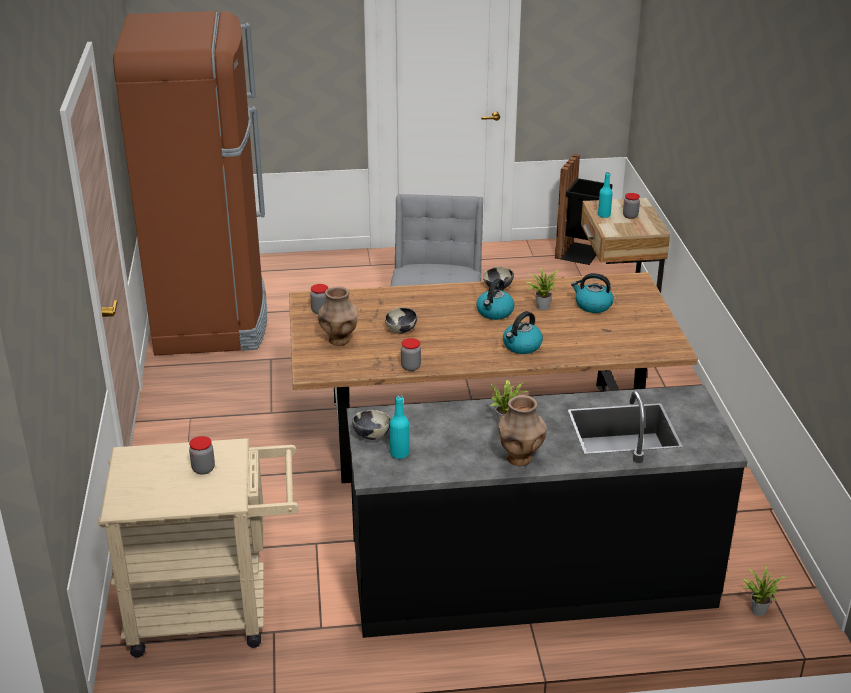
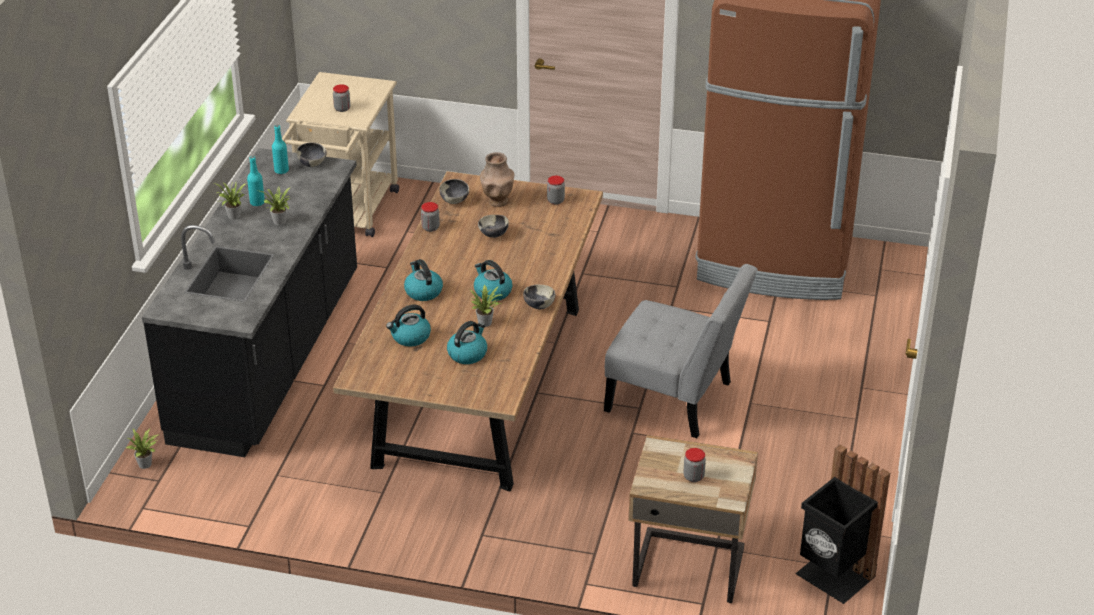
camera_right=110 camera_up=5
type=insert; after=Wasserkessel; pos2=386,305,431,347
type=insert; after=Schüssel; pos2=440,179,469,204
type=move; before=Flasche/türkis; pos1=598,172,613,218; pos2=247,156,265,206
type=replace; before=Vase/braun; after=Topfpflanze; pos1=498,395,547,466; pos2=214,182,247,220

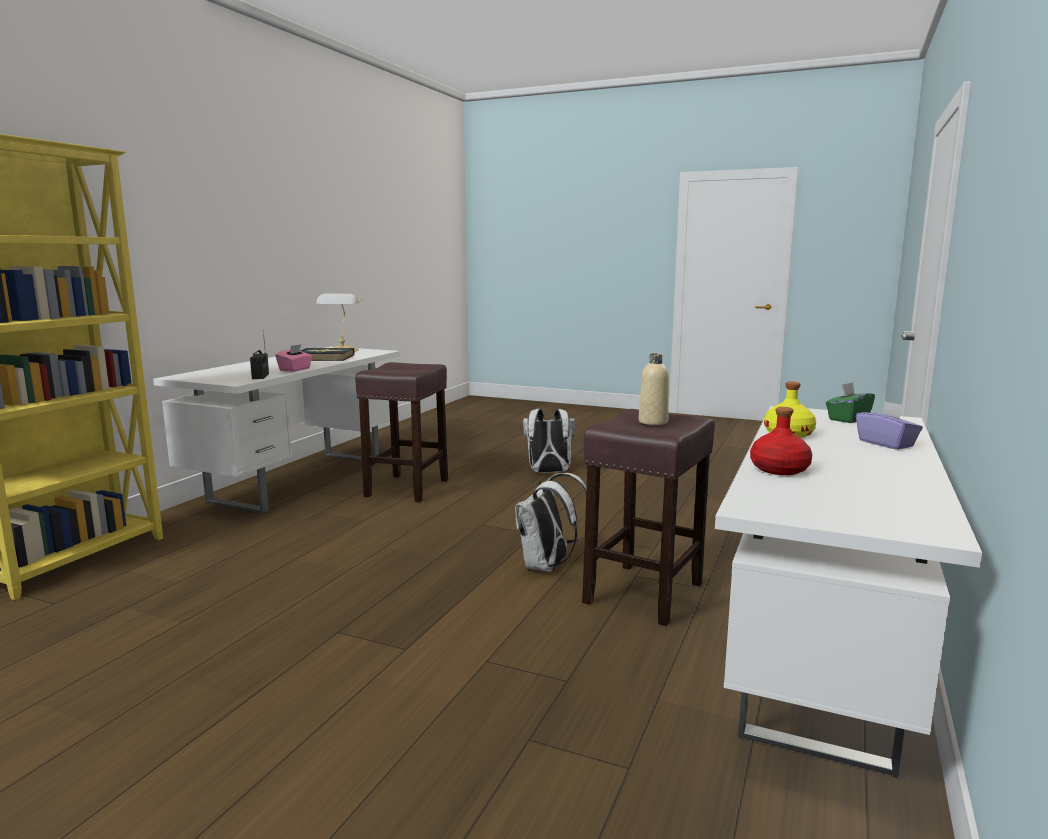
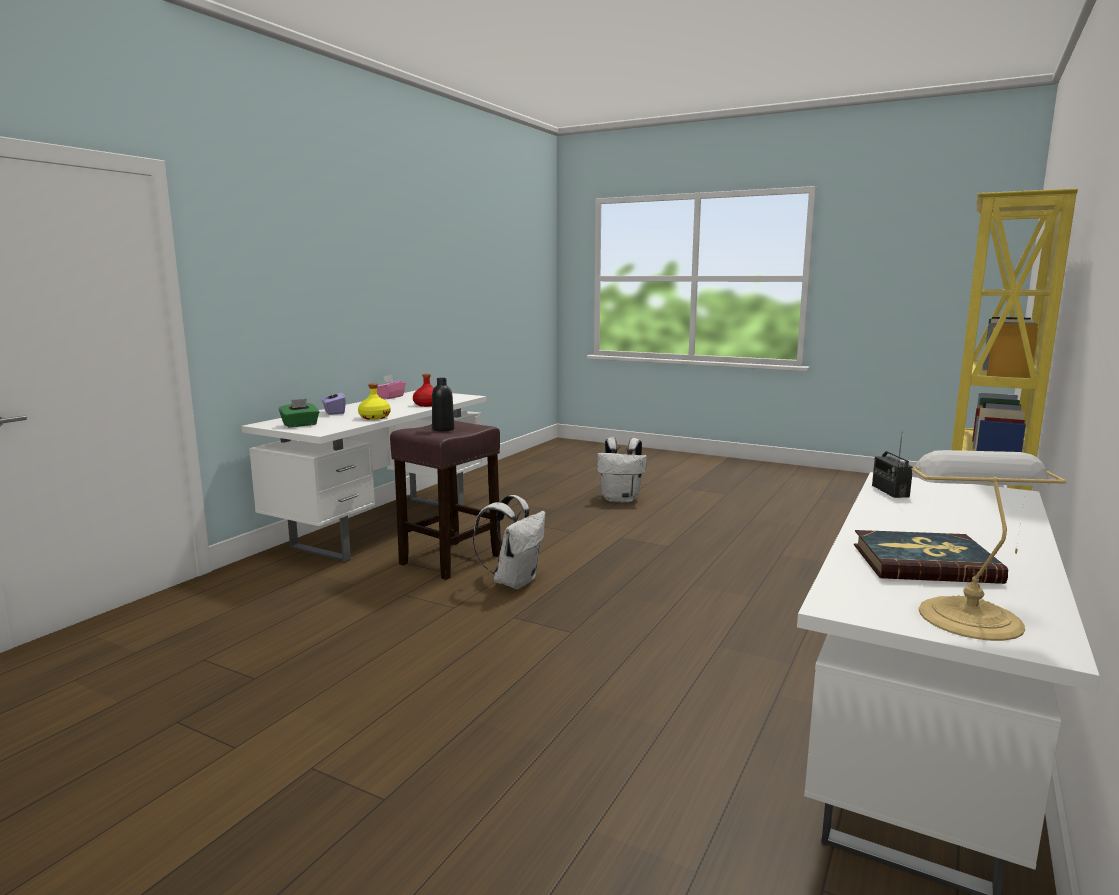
camera_right=-175 camera_up=0
type=delete; before=Hocker/braun; pos1=355,362,448,502
type=move; before=Taschentuchbox/rosa; pos1=275,344,313,372; pos2=377,375,405,399
type=move; before=Rucksack/weiß; pos1=523,409,575,473; pos2=597,437,647,503
type=recolor; before=Flasche/beige; after=Flasche/schwarz; pos1=639,353,669,425; pos2=432,378,455,432

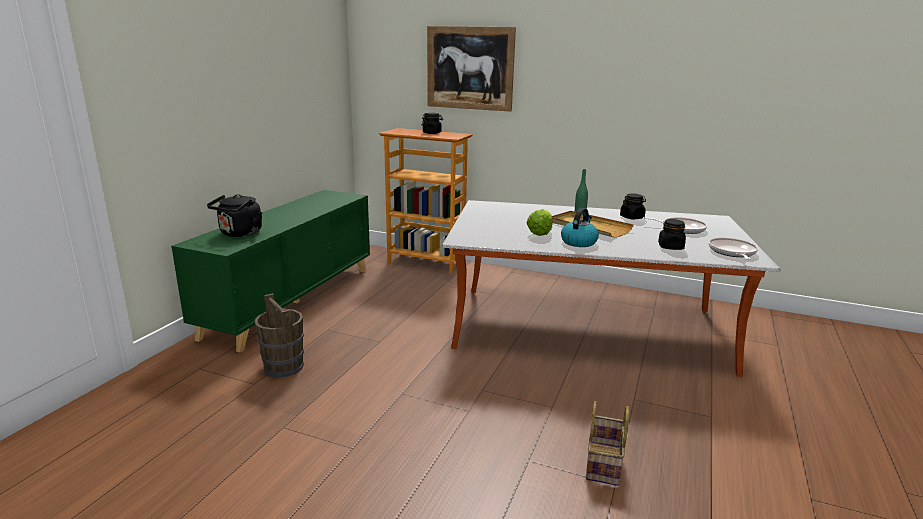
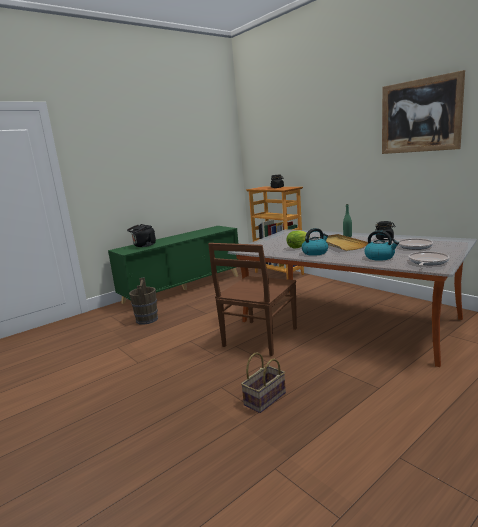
camera_right=30 camera_up=-5
type=insert; after=Stuhl/braun; pos2=208,243,297,356
type=move; before=Bild; pos1=427,26,516,112; pos2=382,70,465,154
type=replace; before=Vorratsglas/schwarz; after=Wasserkessel; pos1=658,219,686,250; pos2=364,230,399,261

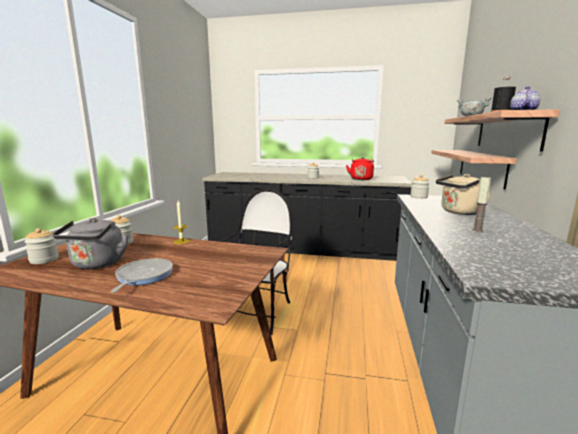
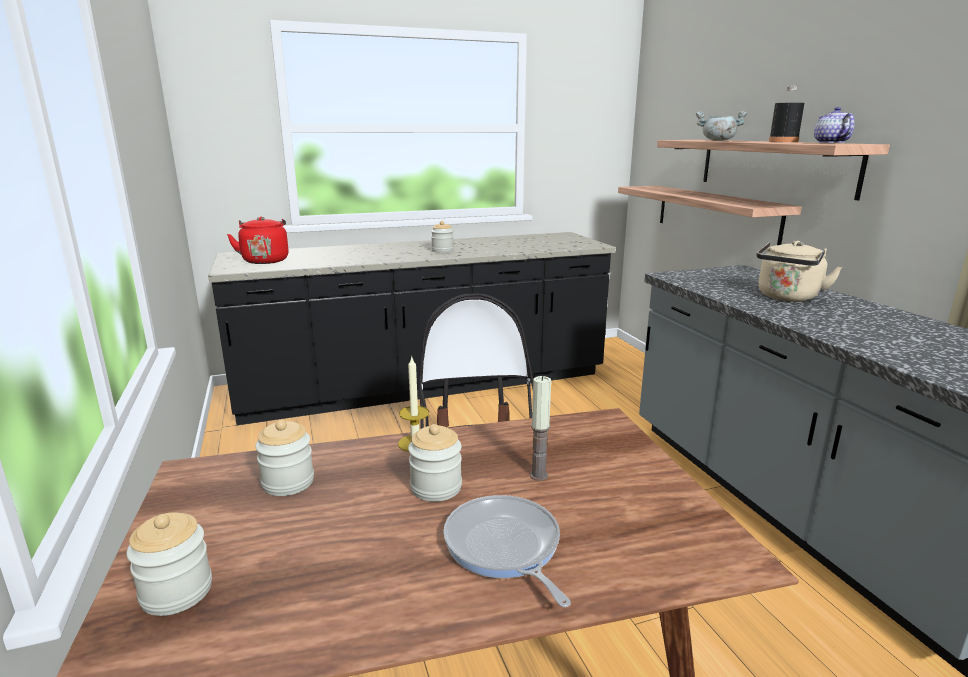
camera_right=-30 camera_up=5
type=delete; before=Wasserkessel/grau; pos1=53,218,129,269
type=move; before=Wasserkessel/rot; pos1=346,157,374,180; pos2=227,217,289,264
type=move; before=Vorratsglas; pos1=410,175,429,199; pos2=408,424,462,502
type=move; before=Kerze; pos1=473,176,491,232; pos2=530,376,551,481

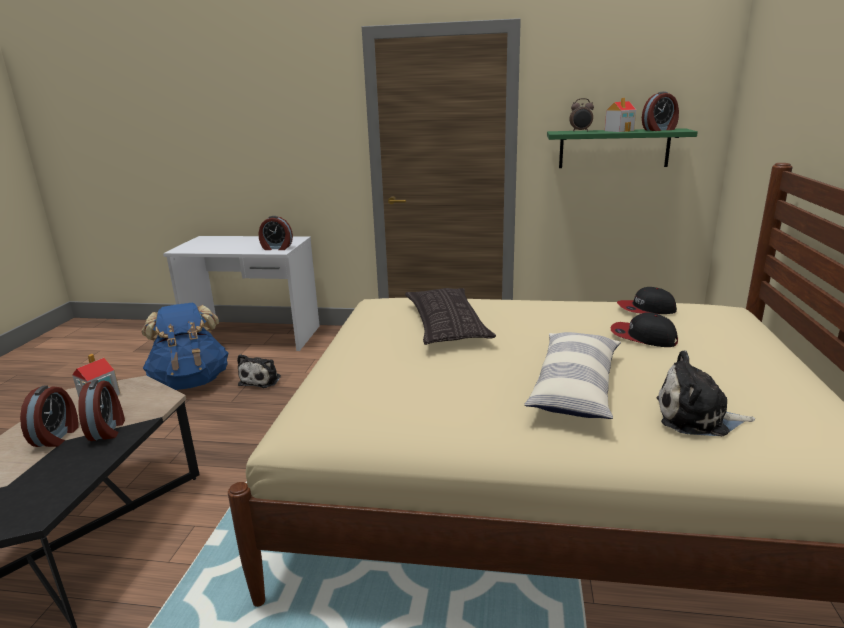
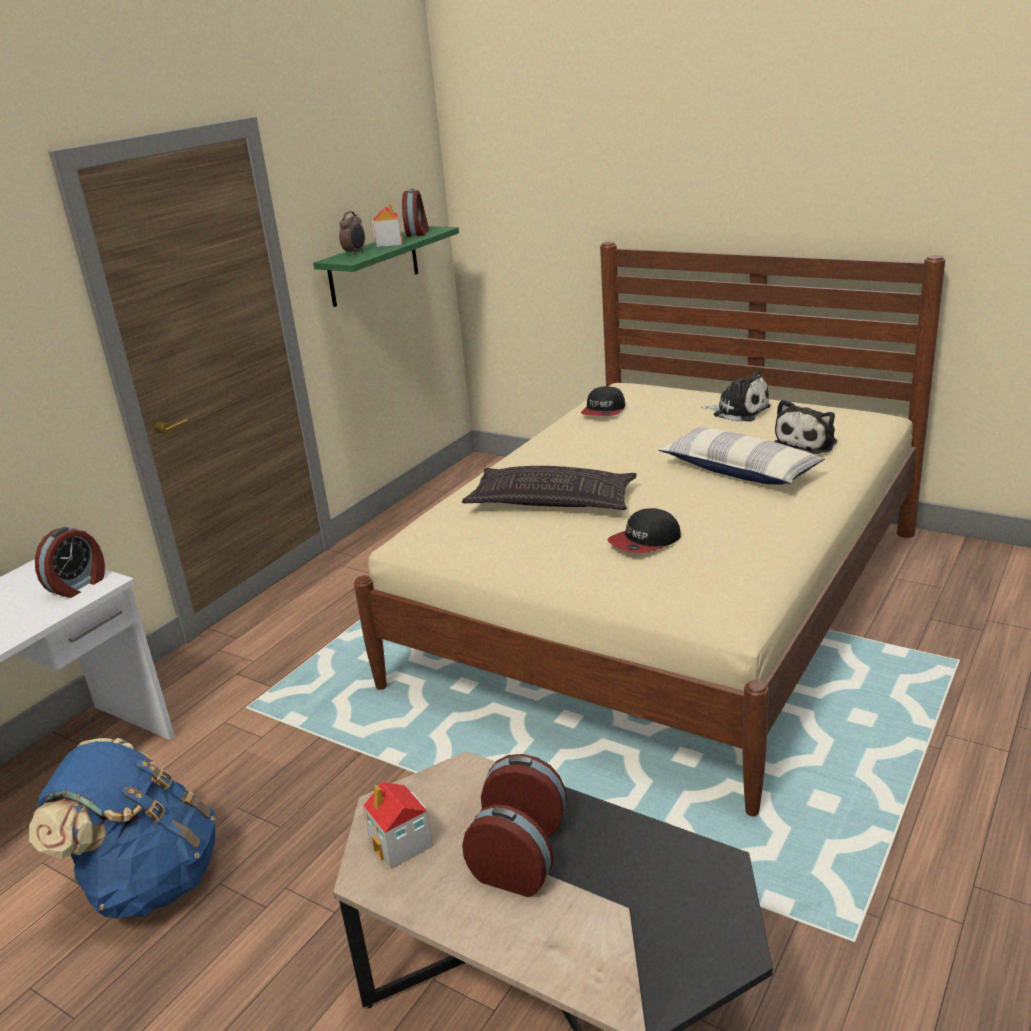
camera_right=-65 camera_up=5
type=move; before=Plüschtier; pos1=237,354,281,388; pos2=701,370,771,421
type=move; before=Kappe; pos1=611,312,678,347; pos2=607,508,681,554

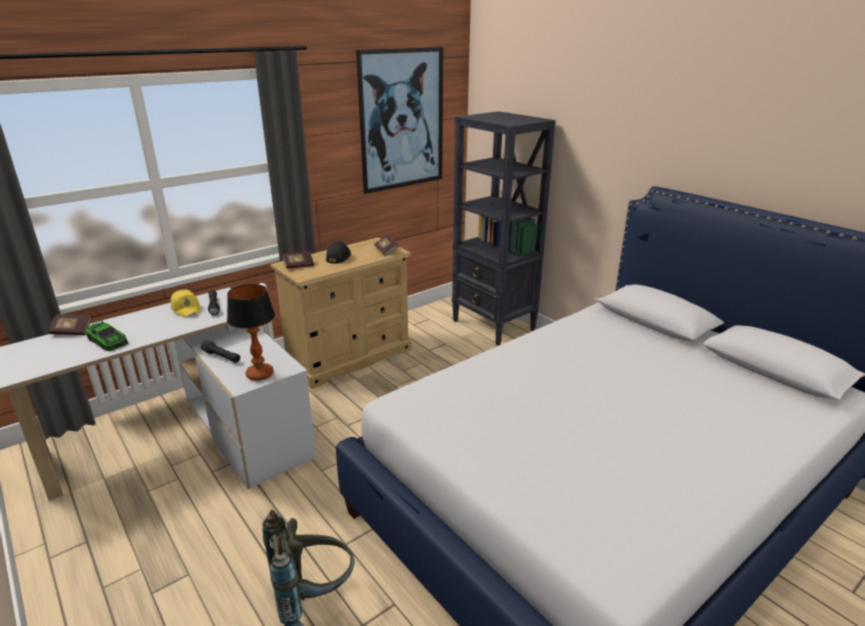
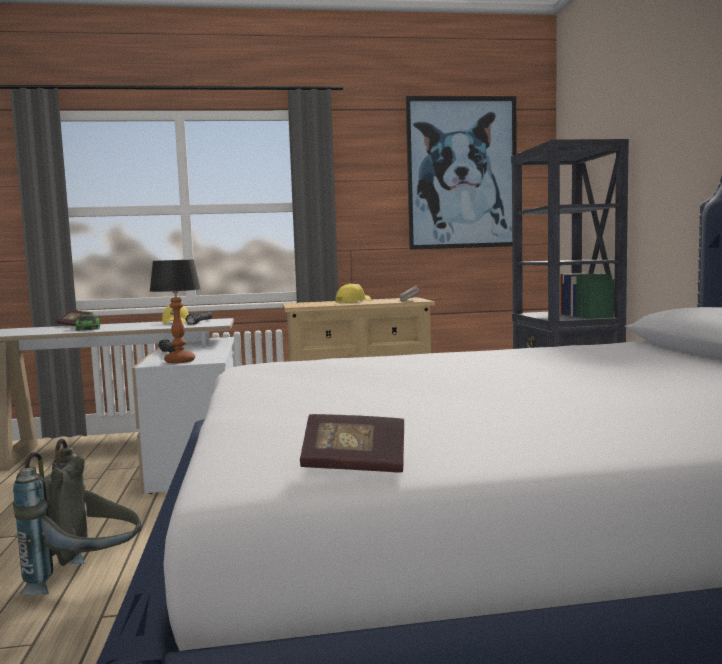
camera_right=30 camera_up=-20
type=move; before=Buch; pos1=282,251,314,269; pos2=300,414,404,473
type=recolor; before=Kappe/schwarz; after=Kappe/gelb; pos1=326,241,351,264; pos2=335,283,371,303

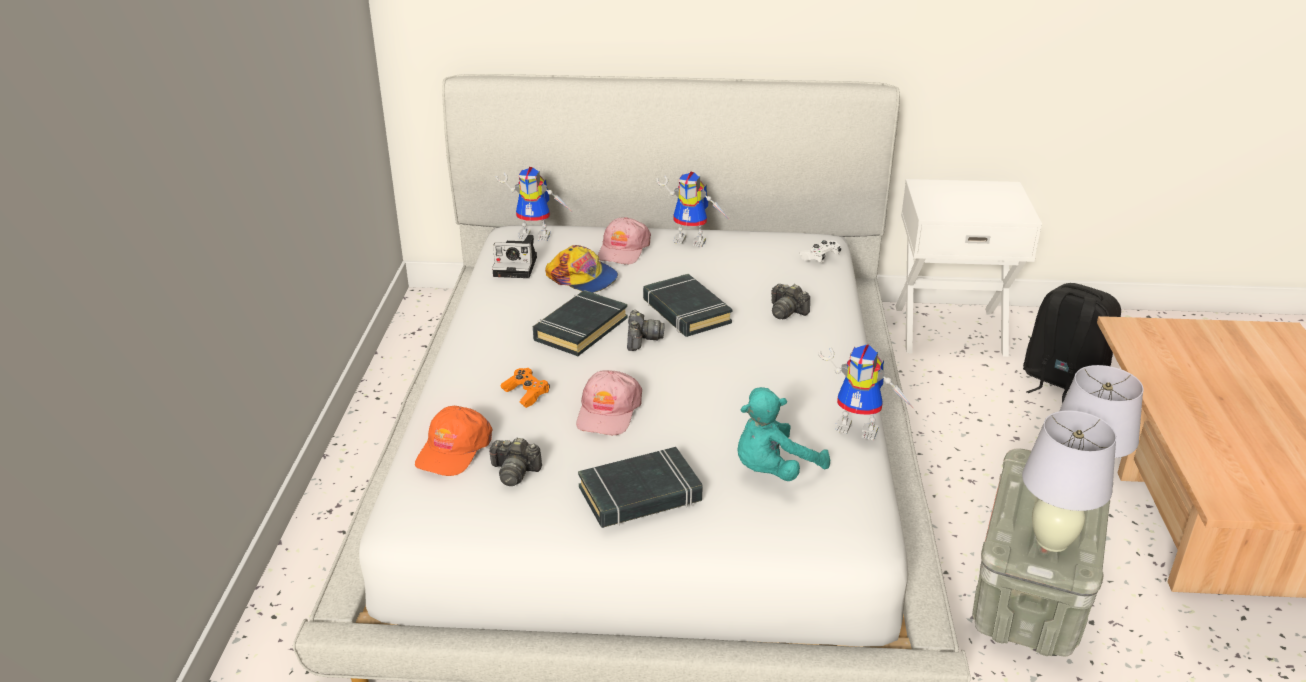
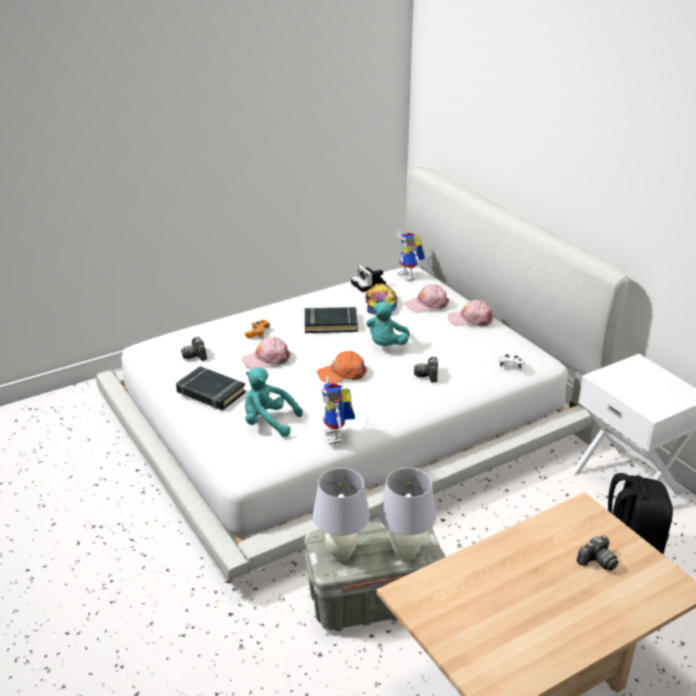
camera_right=55 camera_up=0
type=move; before=Kappe/orange; pos1=415,406,493,476; pos2=317,351,367,384
type=move; before=Kamera; pos1=627,310,665,351; pos2=576,535,618,571
type=replace; before=Buch/schwarz; after=Plüschtier/türkis; pos1=643,274,733,337; pos2=366,301,410,346
type=replace; before=Spielzeugroboter; after=Kappe/rosa; pos1=656,172,729,247; pos2=448,300,493,326

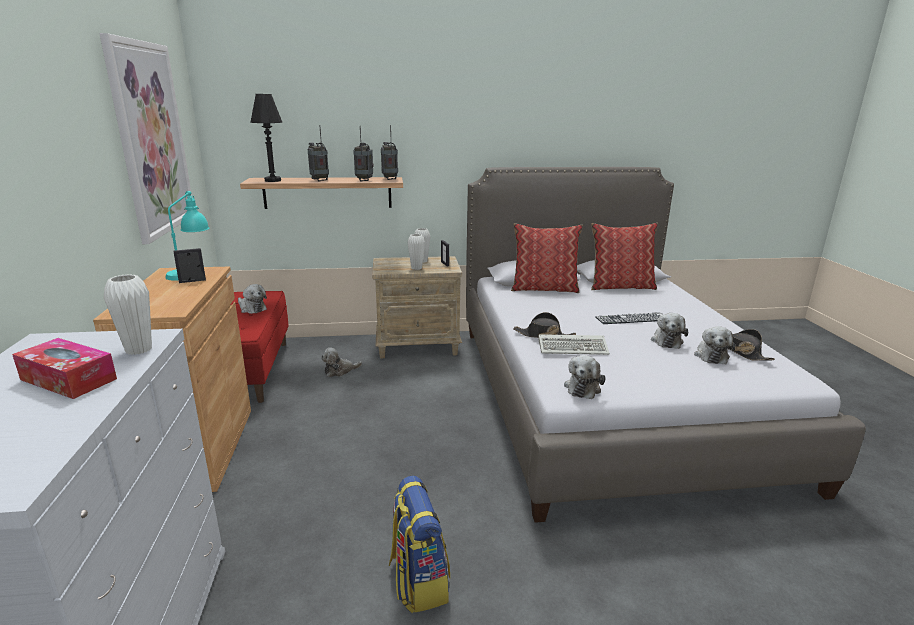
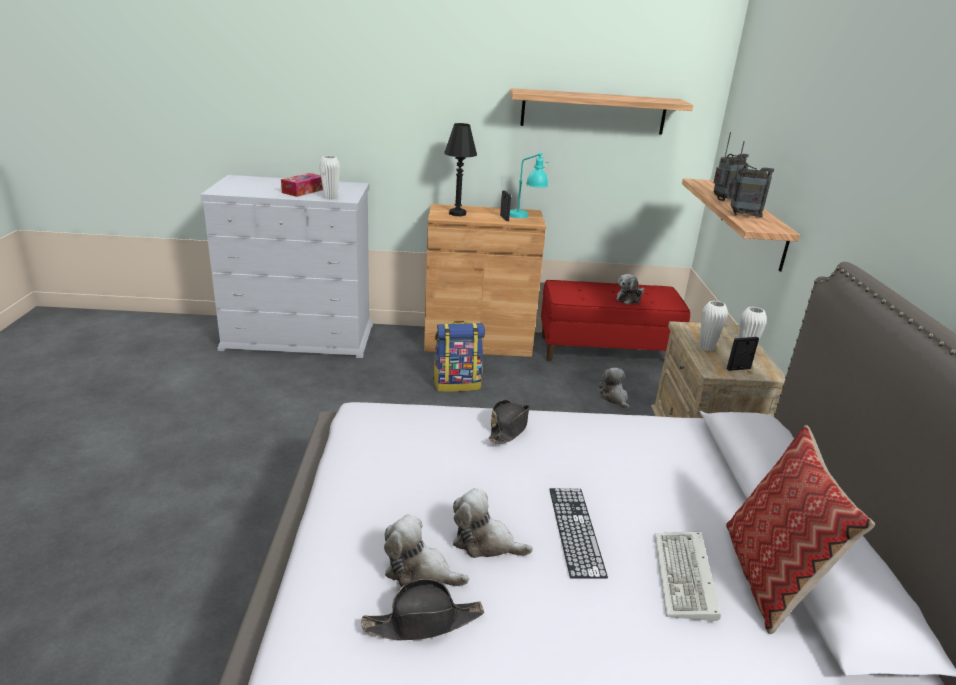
camera_right=95 camera_up=5
type=delete; before=Radio; pos1=381,125,398,180
type=delete; before=Kissen; pos1=511,223,583,293
type=delete; before=Plüschtier; pos1=564,355,606,399
type=move; before=Tischlampe/schwarz; pos1=250,94,282,182; pos2=444,123,477,216
type=move; before=Rucksack; pos1=389,475,450,613; pos2=433,321,485,392
type=move; before=Tastatur; pos1=538,334,610,355; pos2=655,532,721,621
type=replace; before=Bild; after=Wandregal; pos1=99,33,192,244; pos2=510,88,693,135

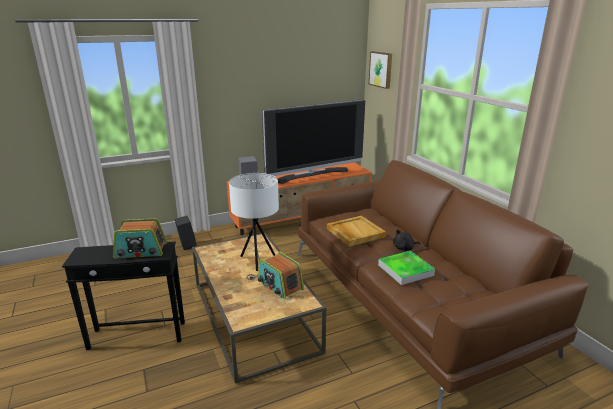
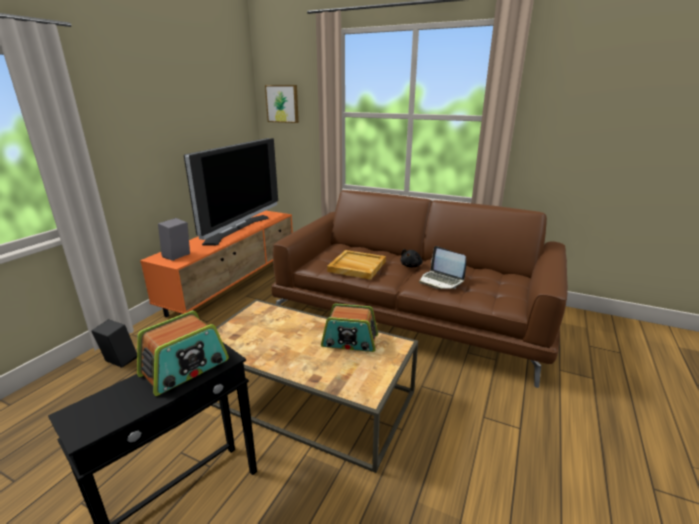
camera_right=-40 camera_up=0
type=delete; before=Tischlampe/weiß; pos1=229,173,279,280
type=replace; before=Tablett; after=Laptop; pos1=378,251,435,285; pos2=419,246,466,289

